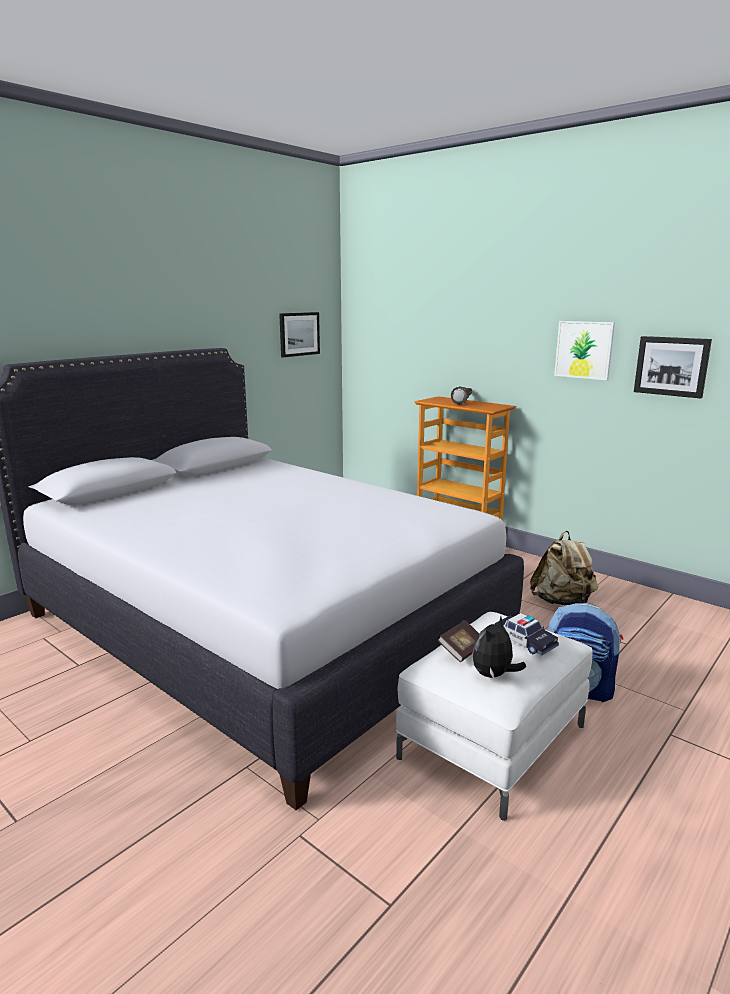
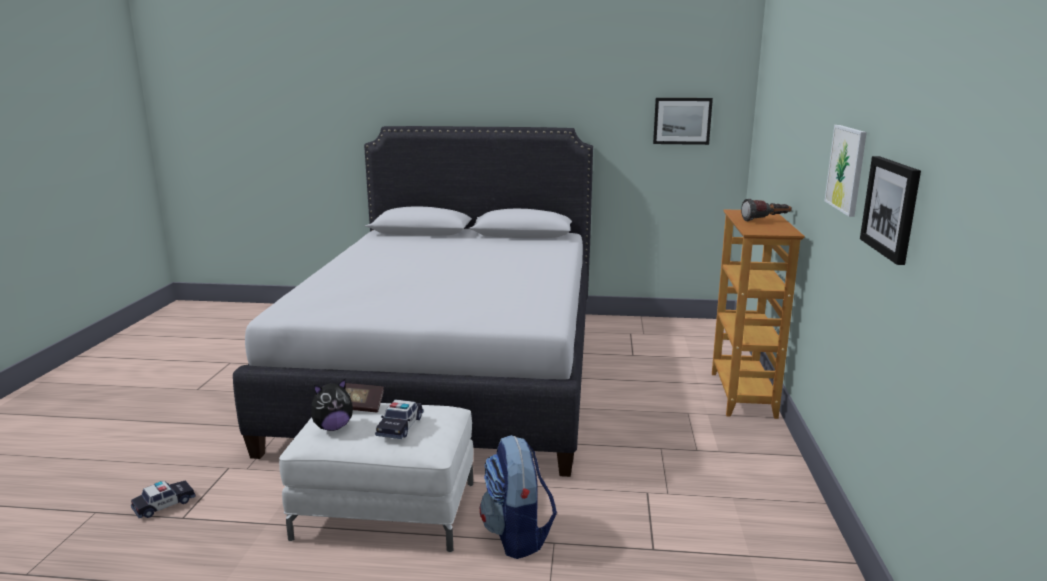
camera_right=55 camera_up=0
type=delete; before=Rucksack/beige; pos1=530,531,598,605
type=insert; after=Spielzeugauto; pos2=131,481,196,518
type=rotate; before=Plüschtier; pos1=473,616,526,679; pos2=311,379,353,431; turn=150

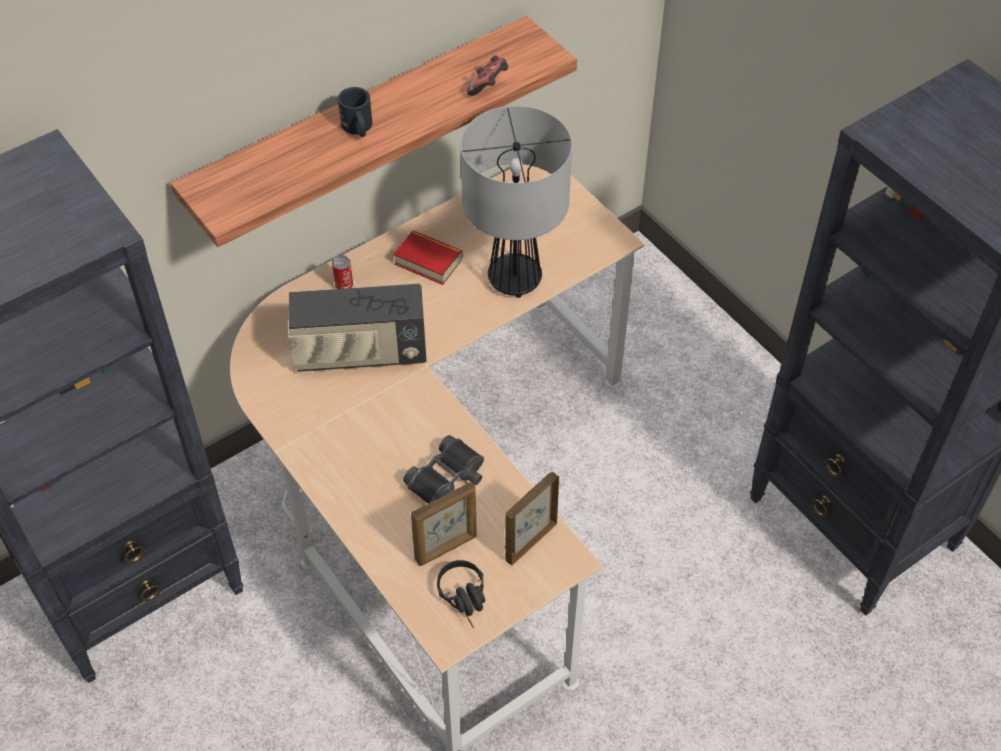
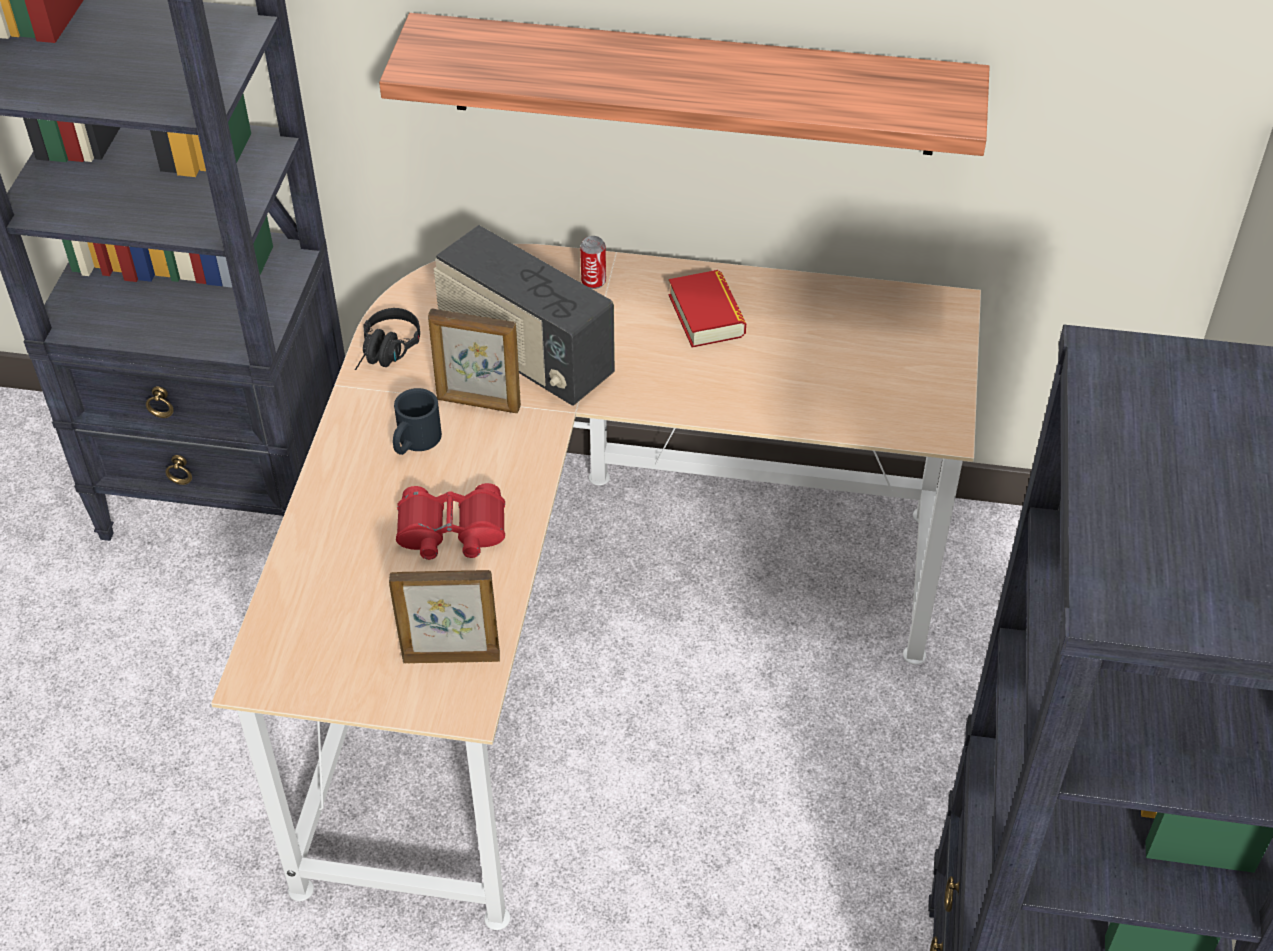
camera_right=45 camera_up=-5
type=delete; before=Tischlampe; pos1=460,106,572,298
type=delete; before=Gamepad; pos1=466,55,509,96
type=move; before=Henkelbecher/schwarz; pos1=338,87,372,137; pos2=393,388,442,455
type=move; before=Bilderrahmen; pos1=411,482,477,566; pos2=428,308,521,413
type=move; before=Kopfhörer/schwarz; pos1=437,560,485,628; pos2=355,308,420,370
type=recolor; before=Fernglas/schwarz; after=Fernglas/rot; pos1=403,435,484,503; pos2=396,483,505,560

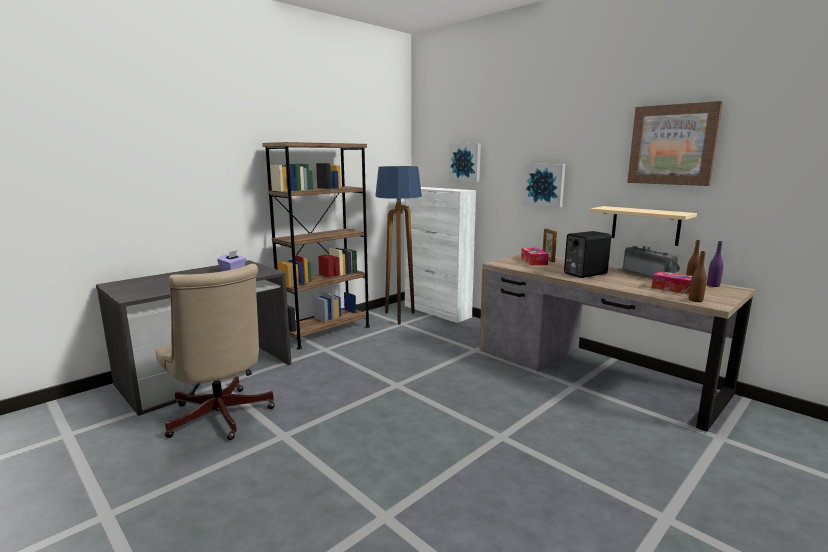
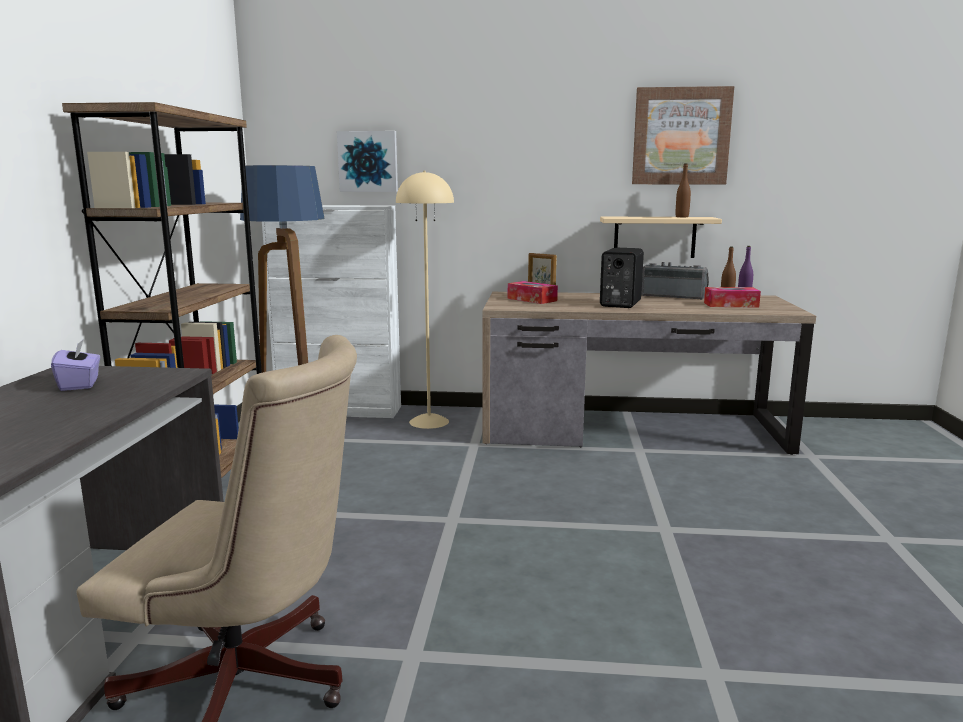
camera_right=-40 camera_up=0
type=delete; before=Bild; pos1=523,164,566,208
type=insert; after=Stehlampe/beige; pos2=396,171,454,429
type=move; before=Flasche/braun; pos1=689,251,707,302; pos2=676,163,691,217

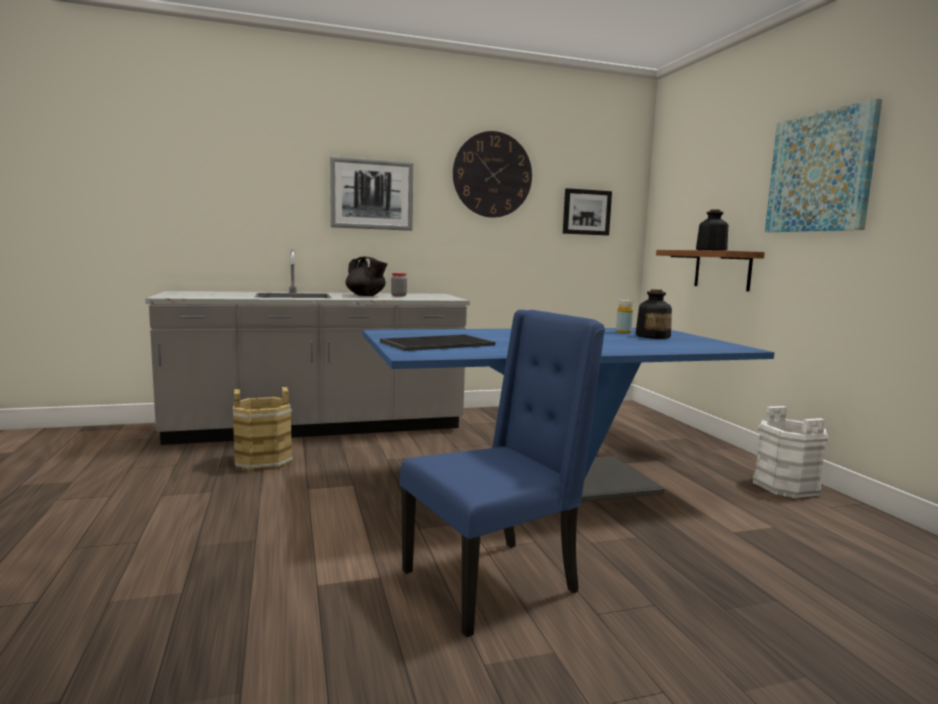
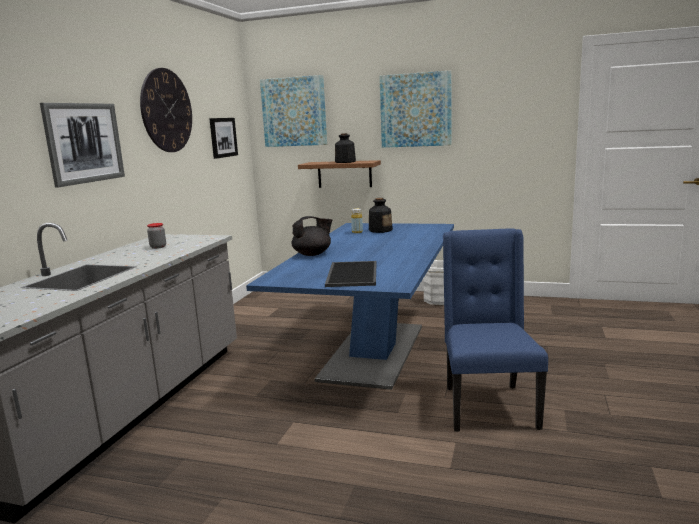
camera_right=-55 camera_up=5
type=delete; before=Eimer/braun; pos1=233,387,293,472
type=insert; after=Bild; pos2=260,75,327,147
type=move; before=Teekanne/schwarz; pos1=345,257,387,296; pos2=292,216,332,256

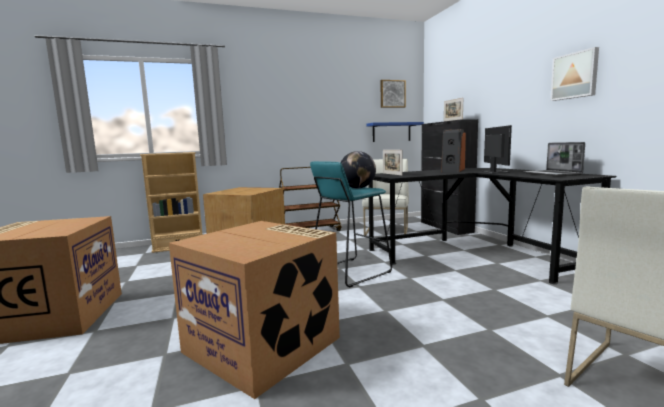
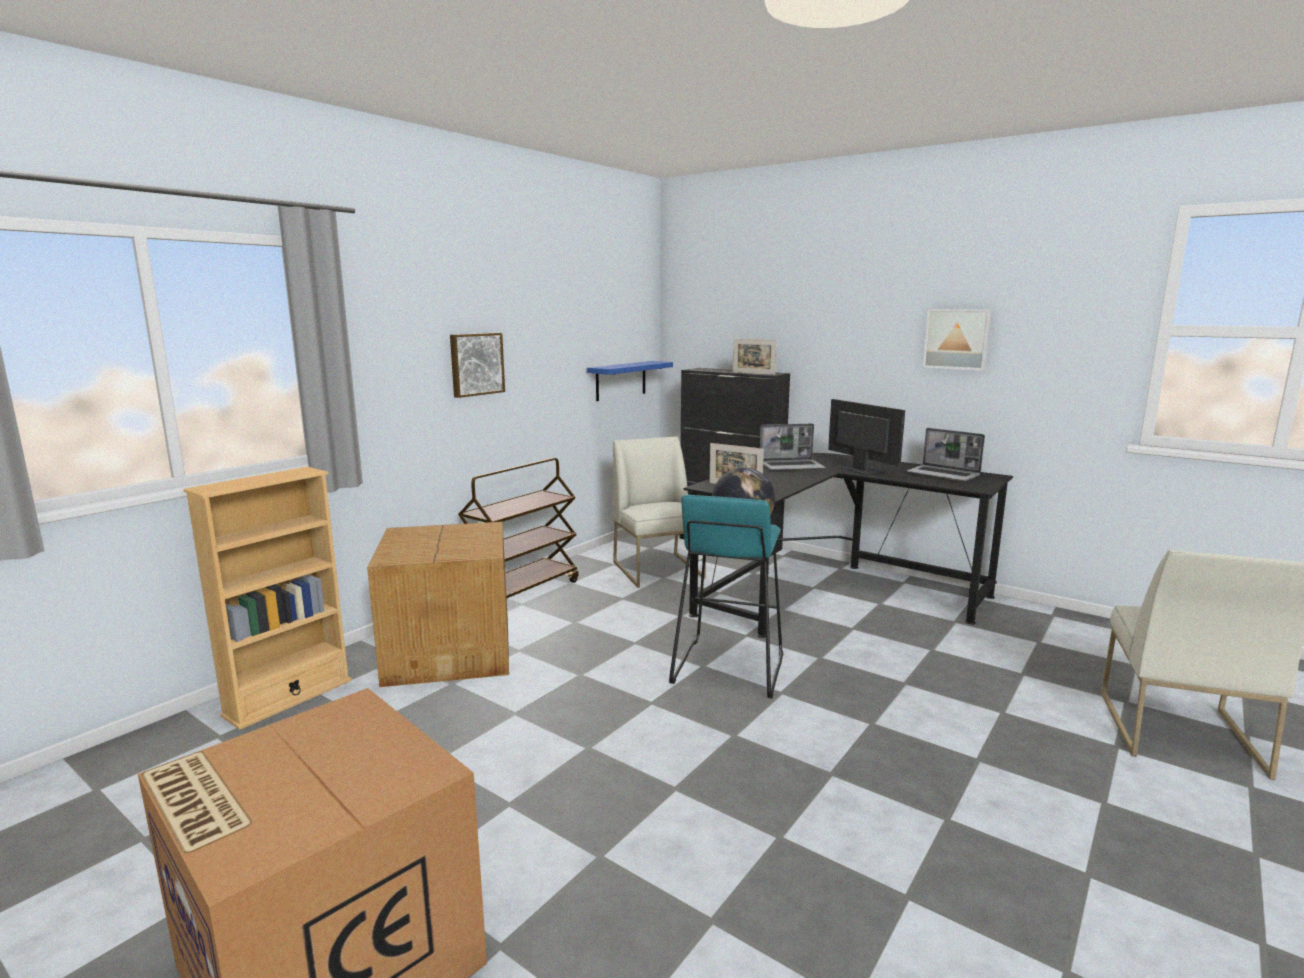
camera_right=-35 camera_up=5
type=delete; before=Karton; pos1=169,221,340,399
type=move; before=Bild; pos1=380,80,406,108; pos2=450,333,505,398
type=replace; before=Lautsprecher; after=Laptop; pos1=441,129,466,172; pos2=760,424,826,471

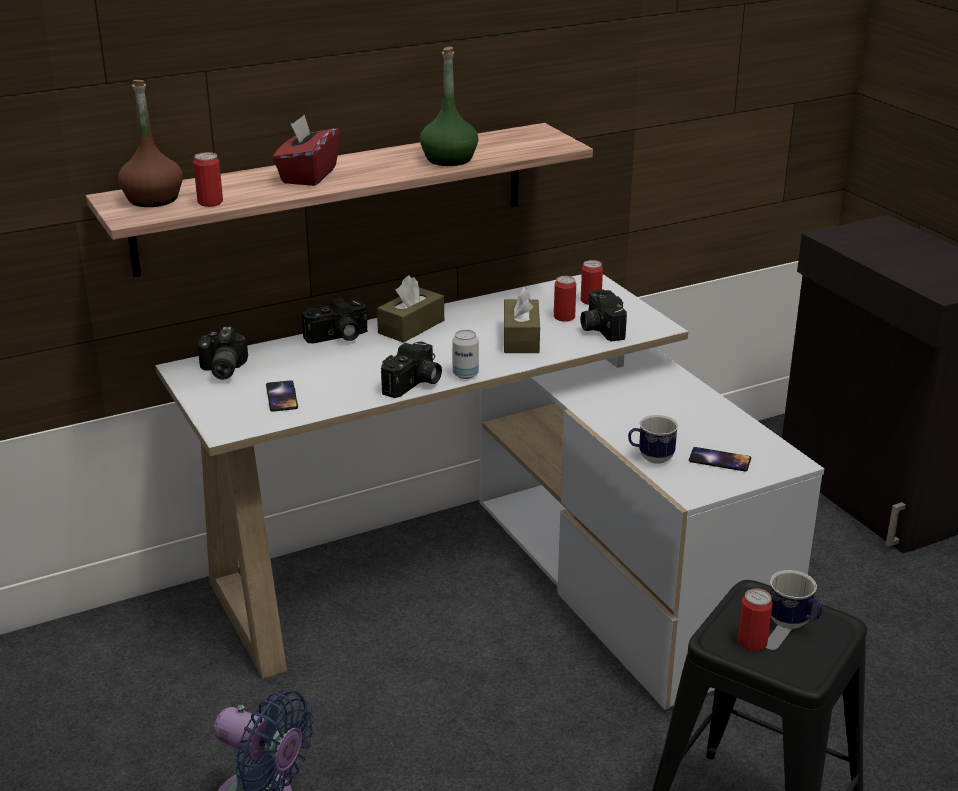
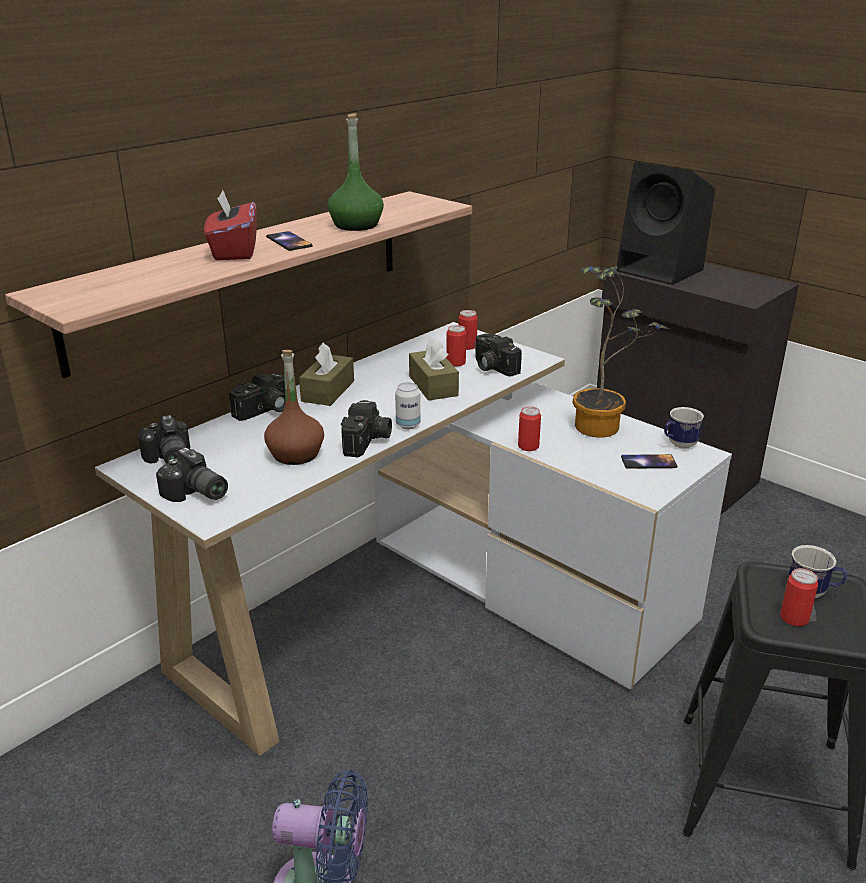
camera_right=-20 camera_up=0
type=insert; after=Kamera; pos2=156,447,228,502
type=insert; after=Topfpflanze; pos2=573,266,669,438
type=insert; after=Lautsprecher/schwarz; pos2=616,162,715,285
type=move; before=Flasche/braun; pos1=118,80,183,207; pos2=264,350,324,465
type=move; before=Dose; pos1=193,152,223,207; pos2=518,406,541,451
type=move; before=Handy; pos1=266,380,298,412; pos2=266,231,313,251
type=move; before=Henkelbecher; pos1=628,415,679,464; pos2=664,407,704,449

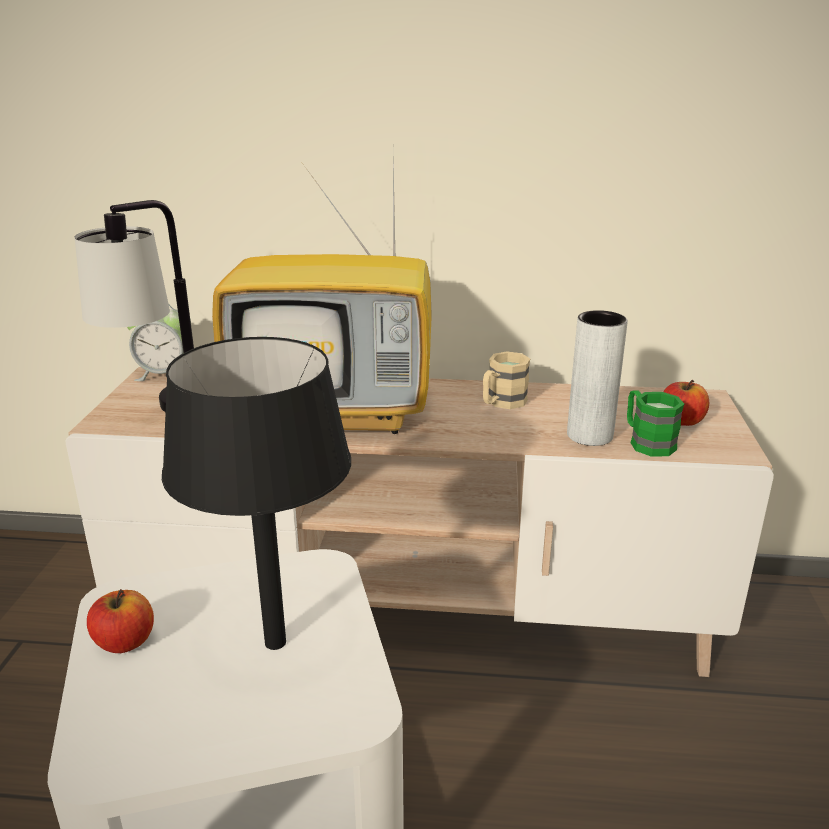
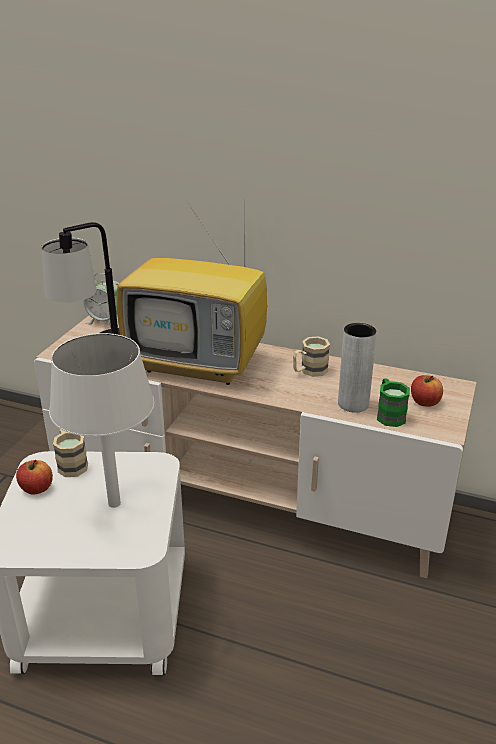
camera_right=15 camera_up=5
type=insert; after=Henkelbecher/beige; pos2=53,429,88,477
type=recolor; before=Tischlampe/schwarz; after=Tischlampe/weiß; pos1=162,337,351,650; pos2=49,333,155,508

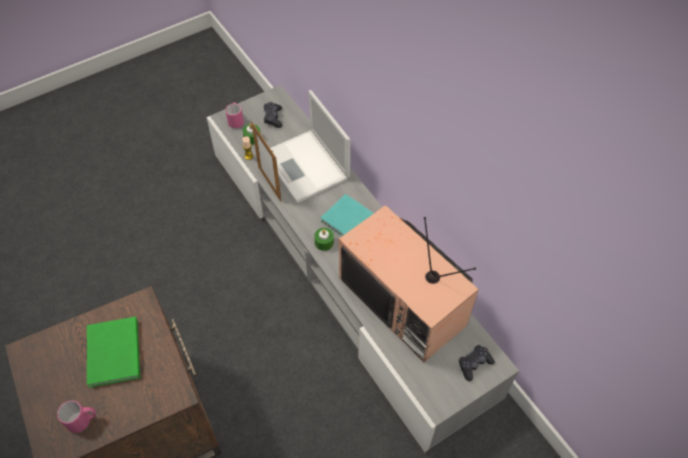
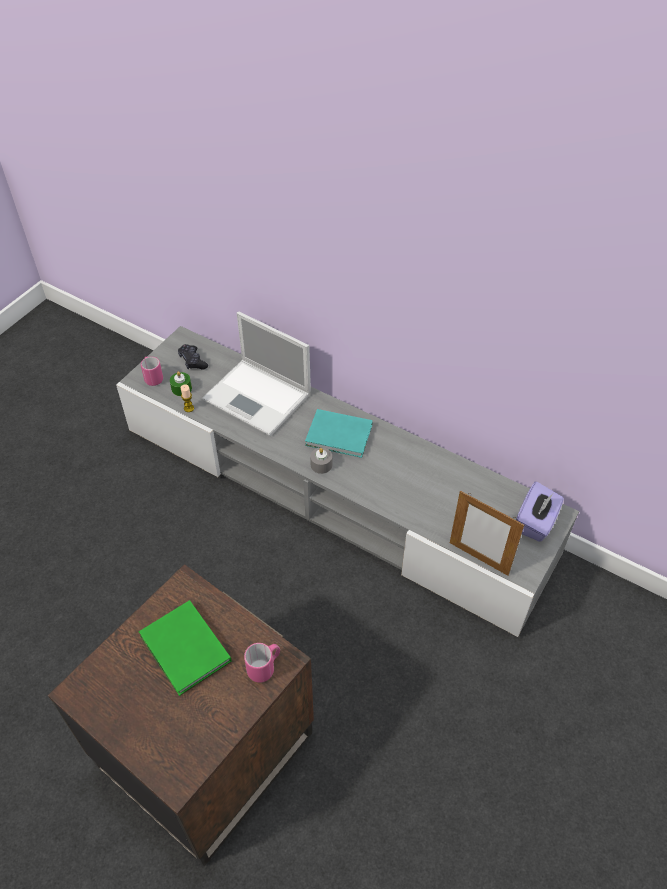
camera_right=-25 camera_up=-5
type=delete; before=Fernseher; pos1=339,205,479,363
type=move; before=Henkelbecher/rosa; pos1=57,400,97,433; pos2=244,643,280,683
type=move; before=Bilderrahmen; pos1=251,122,282,202; pos2=450,491,524,576
type=replace; before=Gamepad/schwarz; after=Taschentuchbox/lila; pos1=459,345,495,382; pos2=516,481,564,542
type=recolor; before=Kerze/grün; after=Kerze/grau; pos1=314,228,334,251; pos2=310,447,332,474

